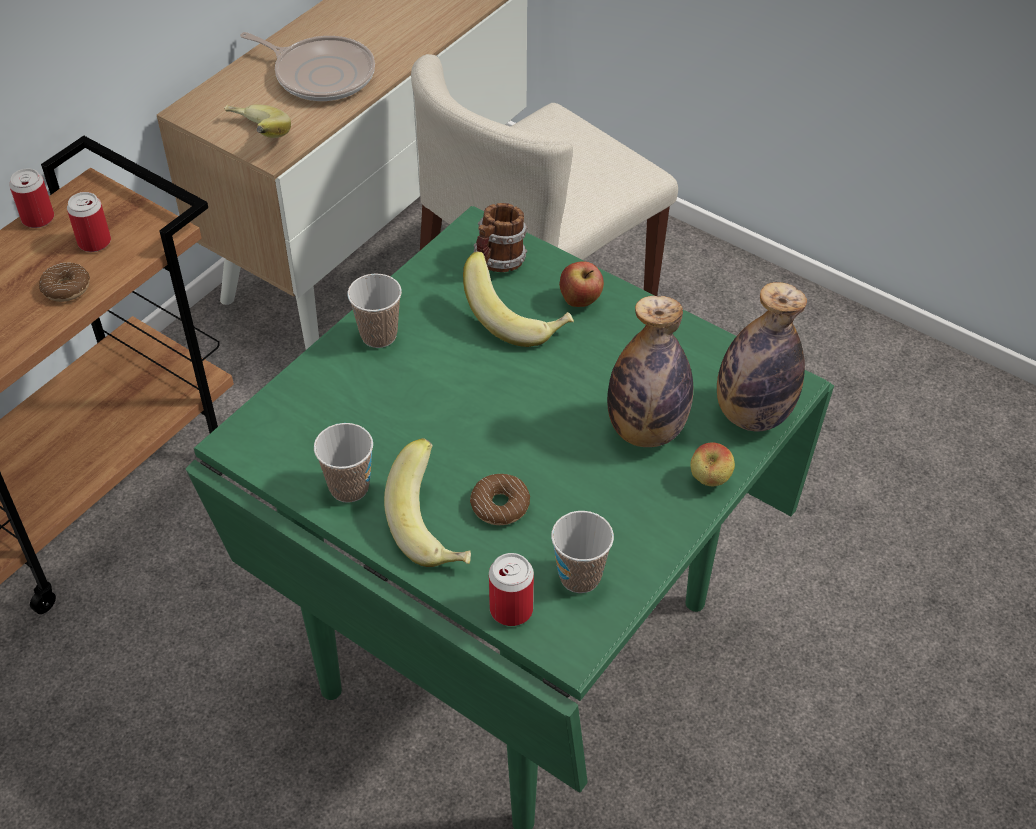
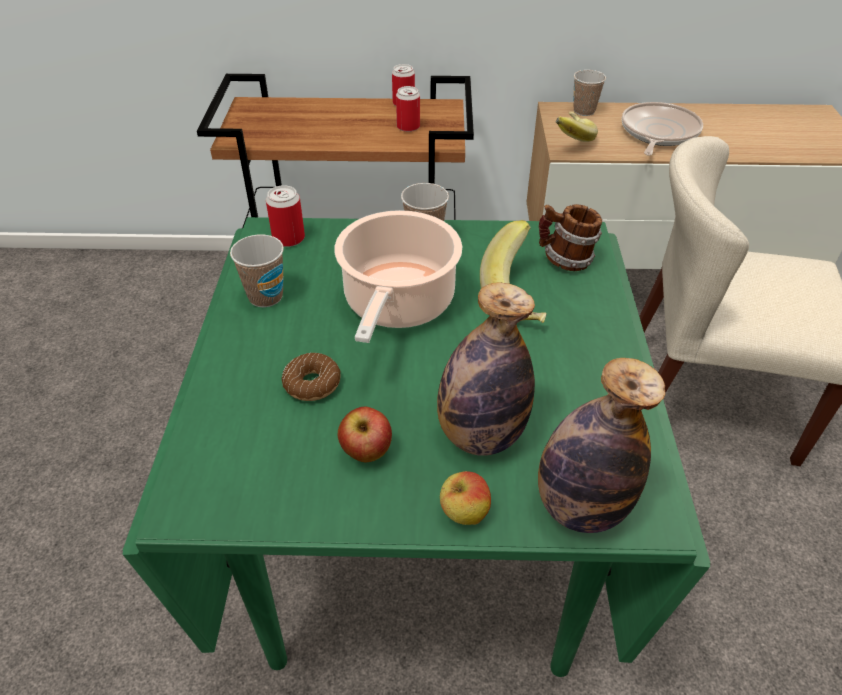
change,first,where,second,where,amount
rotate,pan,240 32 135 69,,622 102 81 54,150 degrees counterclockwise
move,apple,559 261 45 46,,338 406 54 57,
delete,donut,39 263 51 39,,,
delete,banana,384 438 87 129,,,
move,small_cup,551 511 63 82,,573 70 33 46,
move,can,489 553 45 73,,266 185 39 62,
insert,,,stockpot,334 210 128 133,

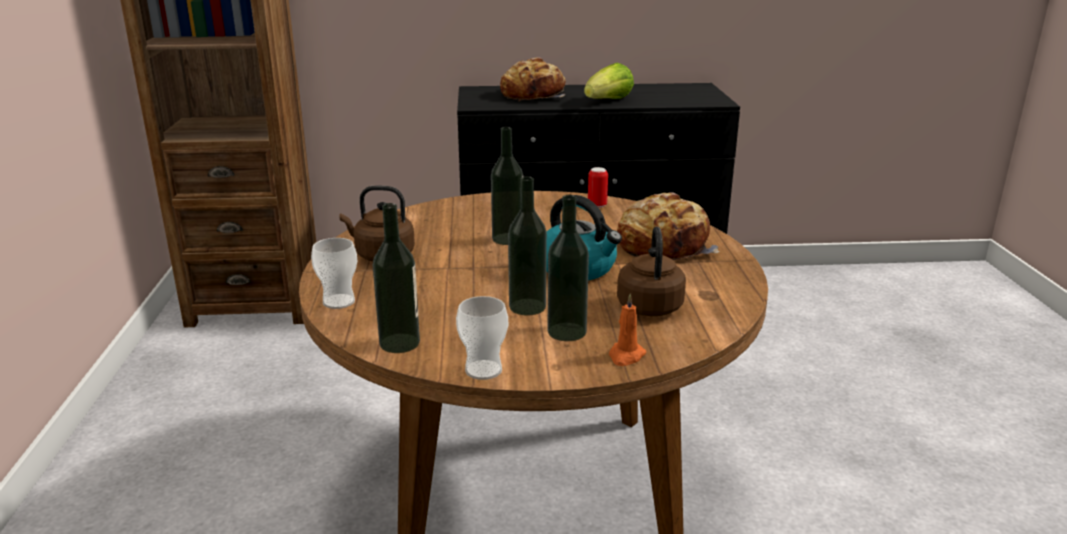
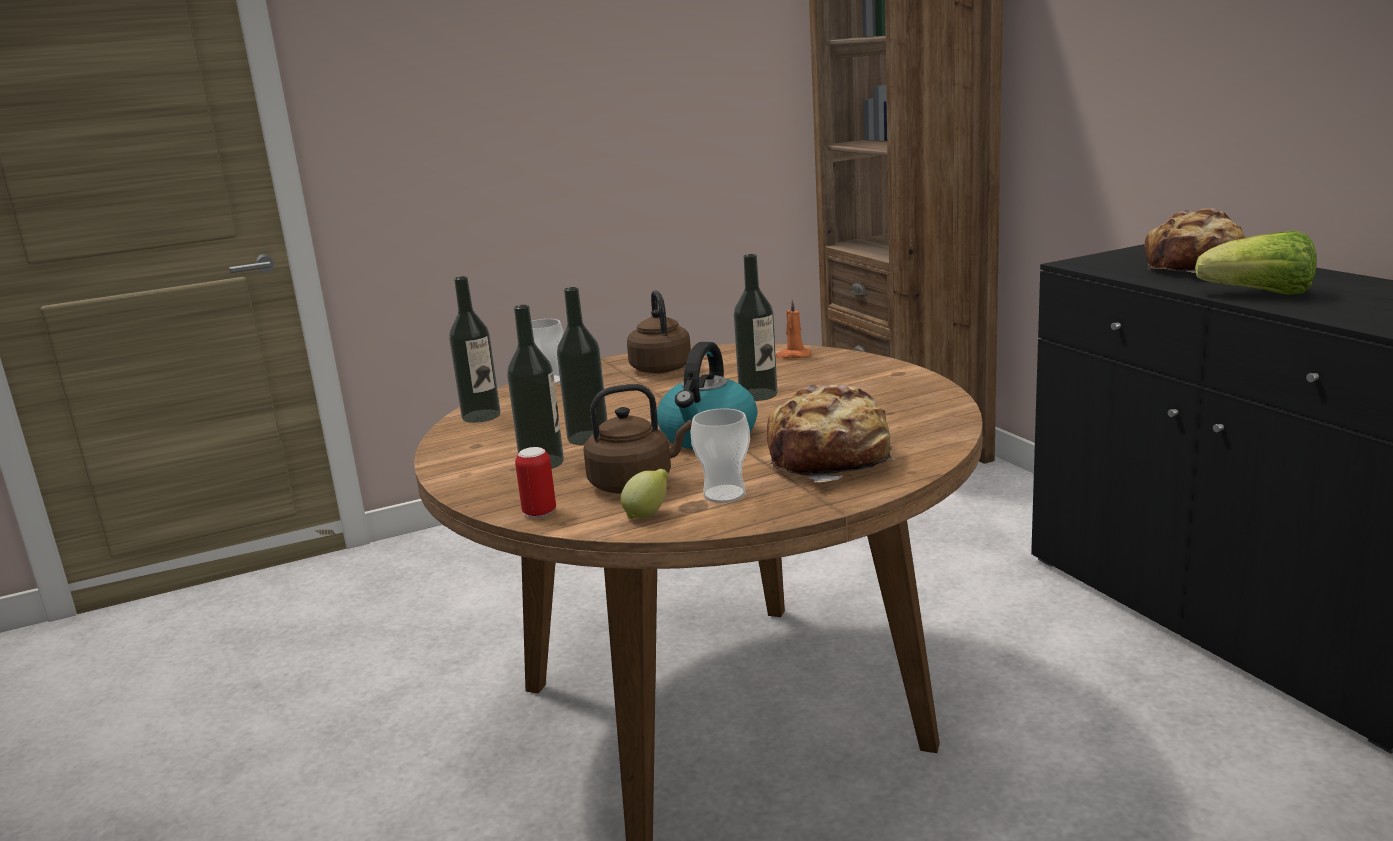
change,first,where,second,where,amount
move,can,588 167 20 41,,515 447 41 71,
move,orange_wax_light,609 294 37 72,,776 299 35 60,
move,small_cup,456 296 52 84,,691 408 59 95,
insert,,,whole_lemon,621 469 48 50,

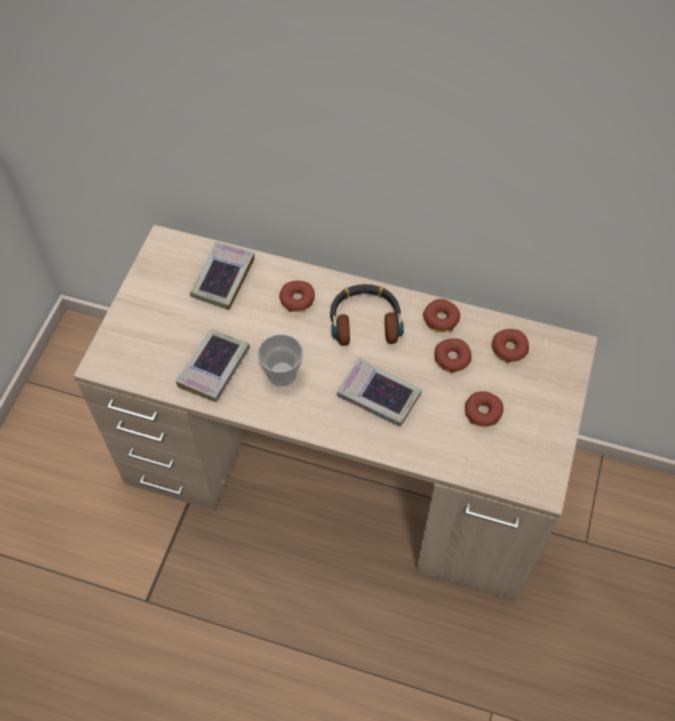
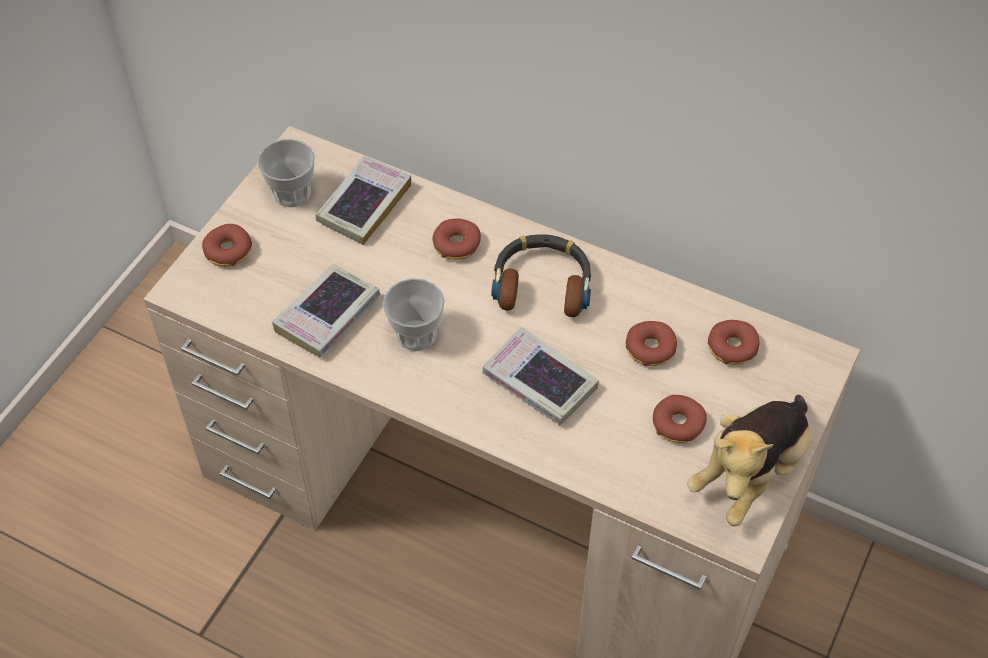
change,first,where,second,where,amount
move,donut,423 299 37 33,,202 224 50 43,
insert,,,small_cup,258 139 57 68,
insert,,,plush_toy,687 395 125 131,

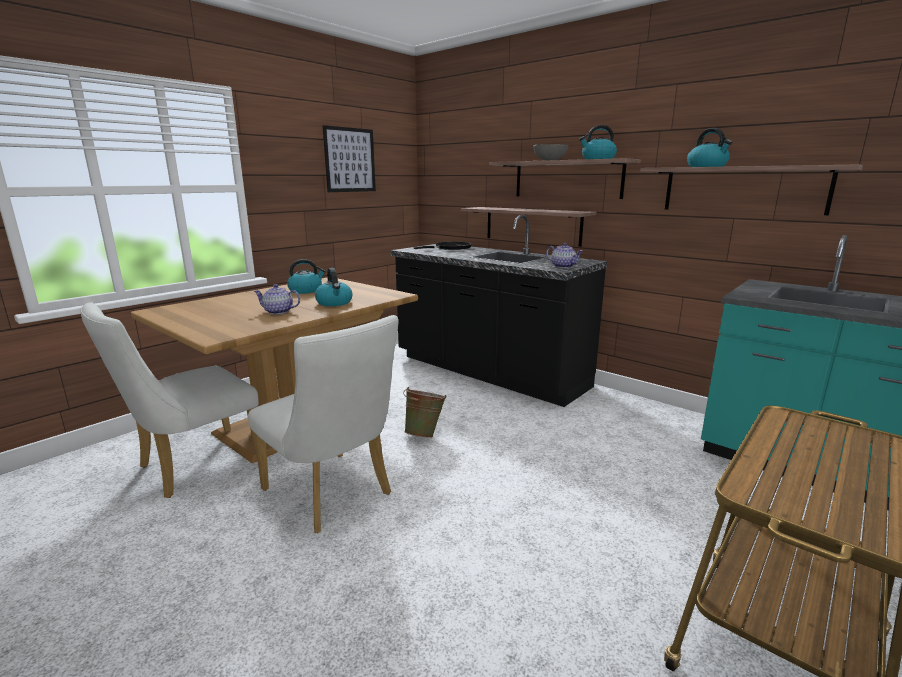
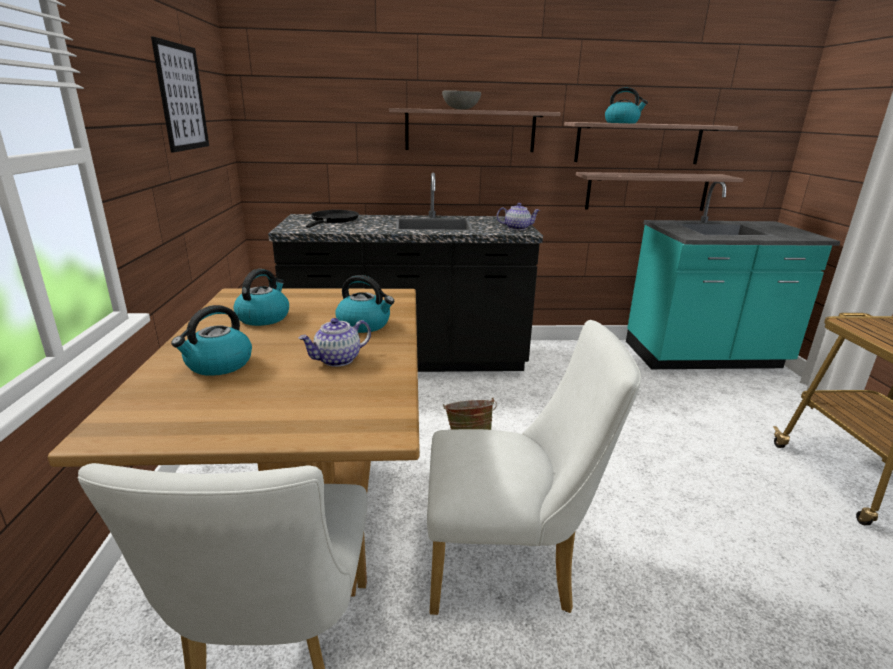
change,first,where,second,where,amount
move,kettle,579 125 38 34,,171 305 81 71,
move,shelf,461 207 136 40,,576 172 167 39,

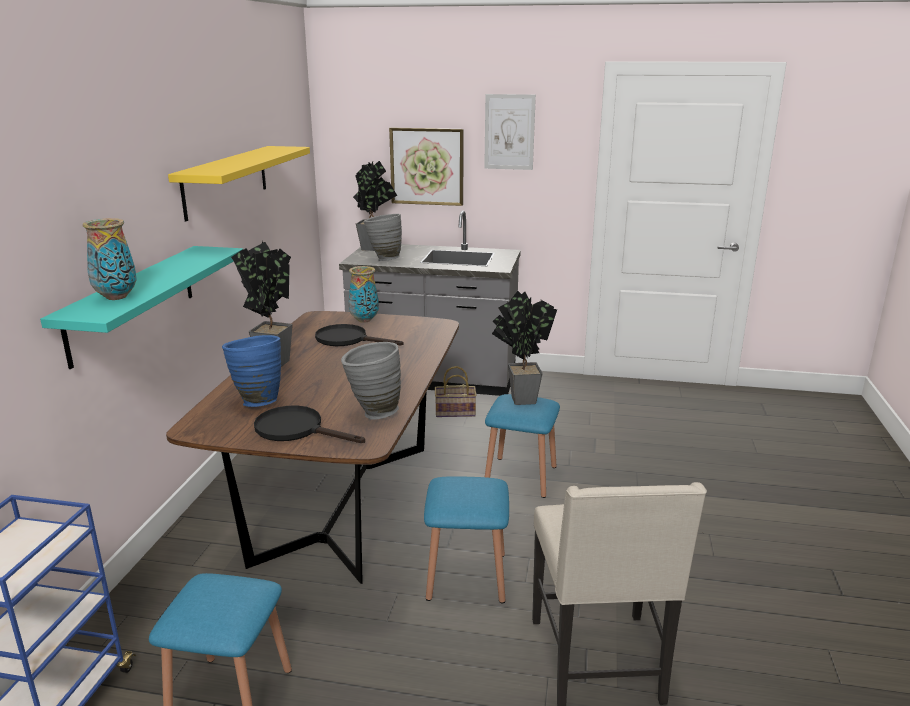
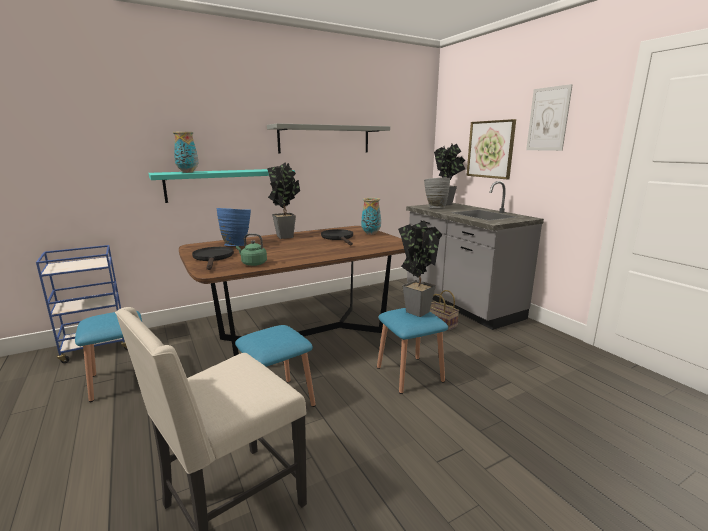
change,first,where,second,where,amount
recolor,yellow_shelf,168 146 142 75,greyish_shelf,267 123 123 31,
replace,greyish_decorative_vase,341 342 60 78,green_kettle,236 233 31 33,

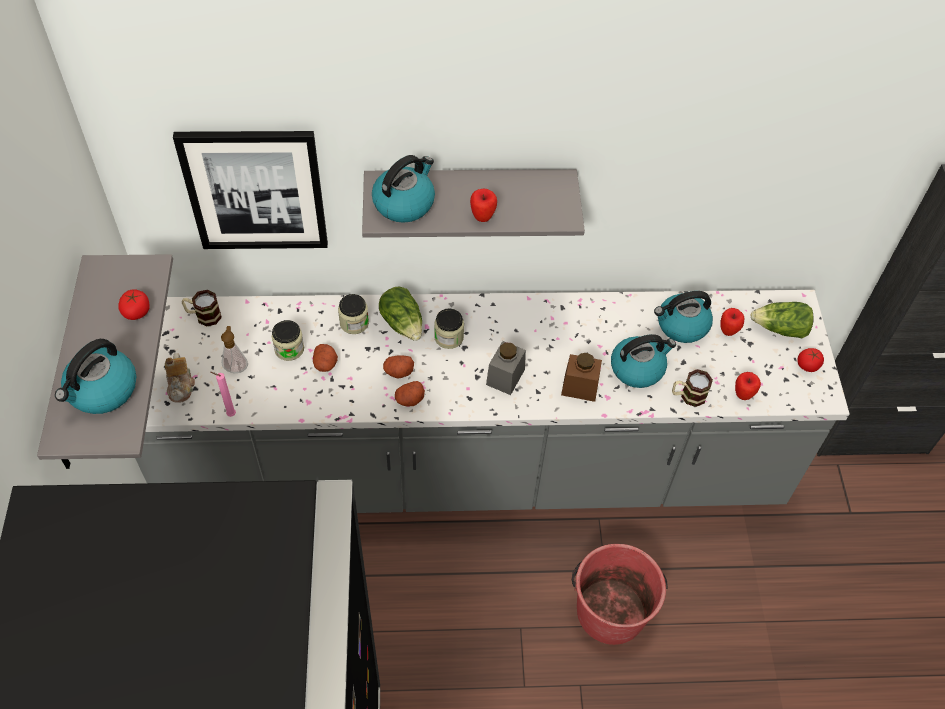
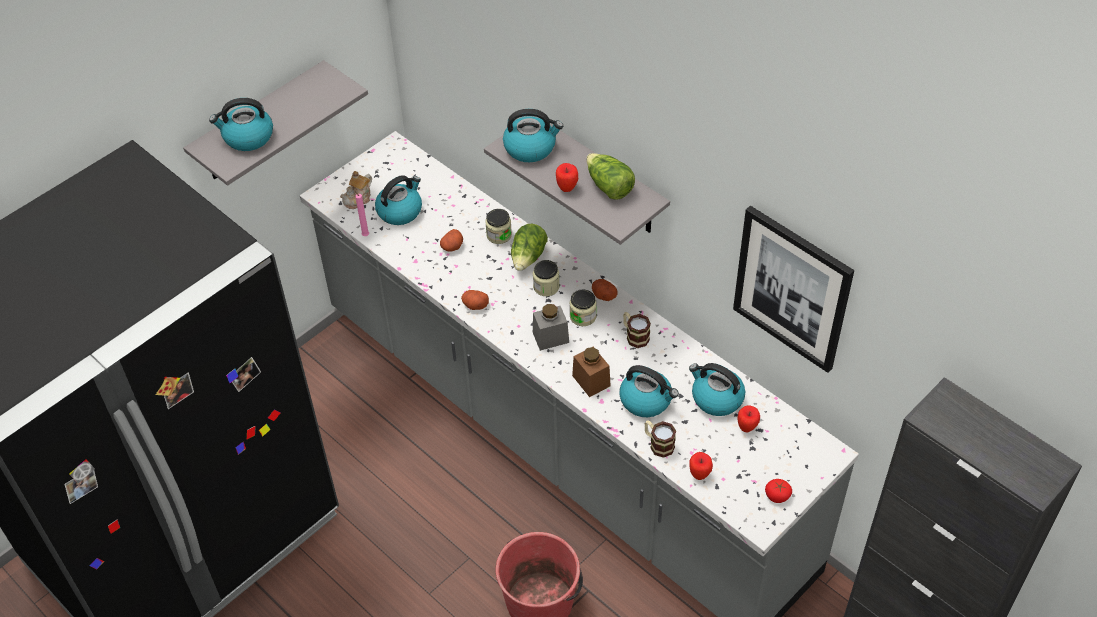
change,first,where,second,where,amount
move,wall_art,173 131 155 118,,733 206 121 167,
delete,tomato,118 289 32 31,,,
move,tea_mug,182 290 40 37,,623 312 28 36,
move,head_of_lettuce,751 302 63 36,,586 153 49 47,
move,storage_jar,272 320 32 41,,570 290 27 36,
replace,soap_bottle,221 326 27 47,kettle,375 175 47 50,
move,whole_potato,383 355 31 23,,592 279 26 22,

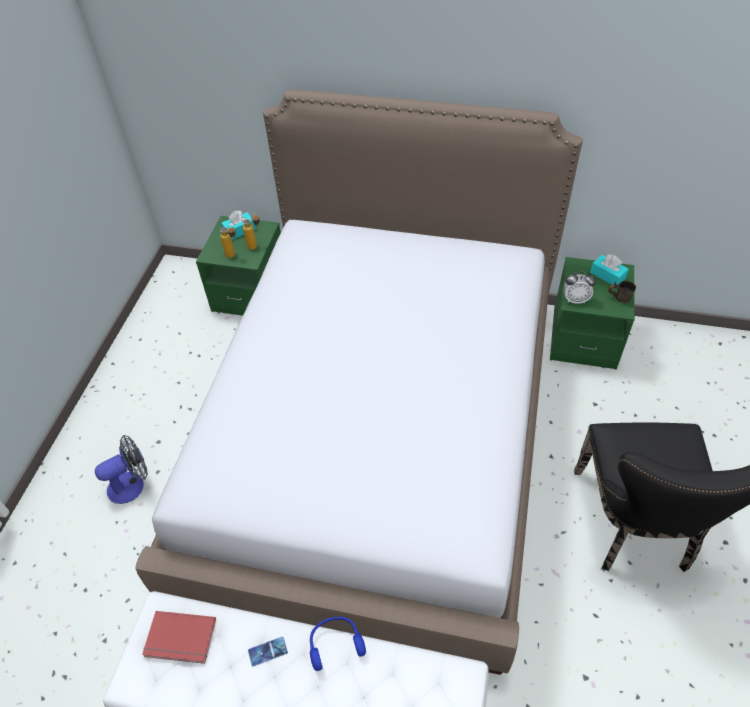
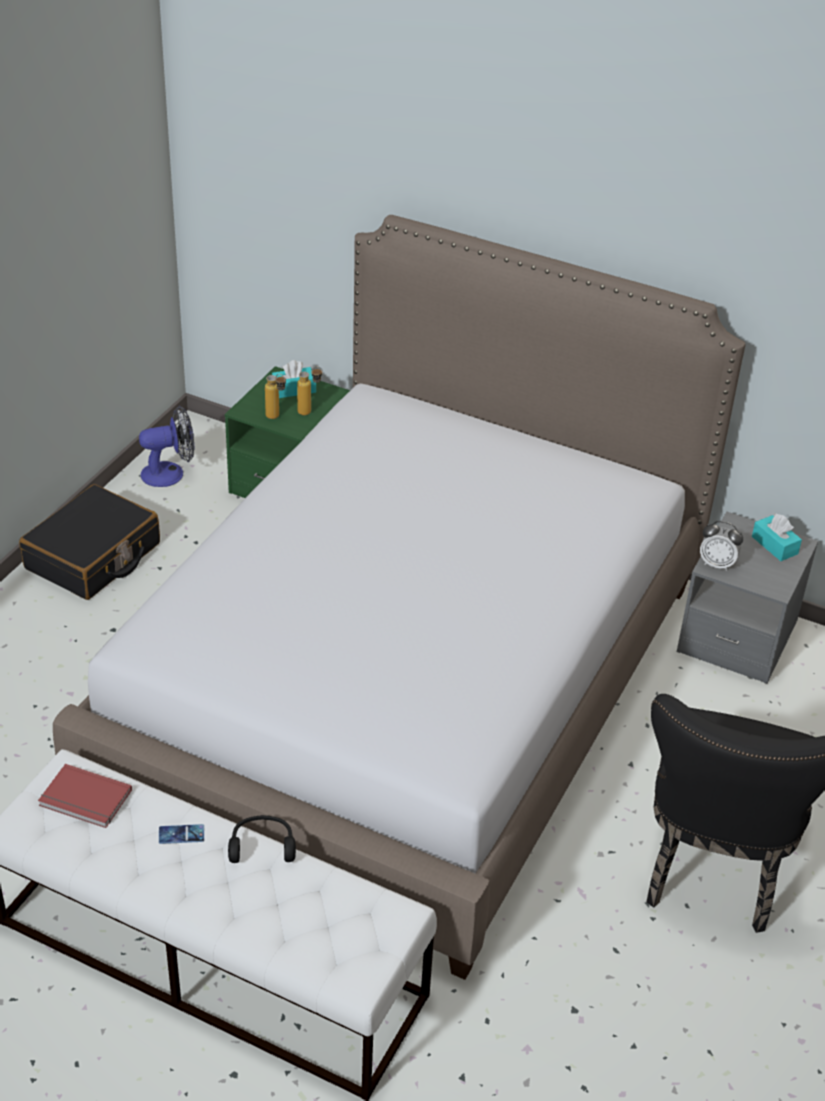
change,first,where,second,where,amount
recolor,green_nightstand,550 257 85 113,greyish_nightstand,677 512 141 172,
delete,greyish_tea_mug,608 281 28 22,,,
move,cooling_fan,95 435 53 69,,139 406 55 81,
recolor,bluish_headset,310 617 56 54,black_headset,228 815 68 48,
insert,,,black_suitcase,19 484 141 116,

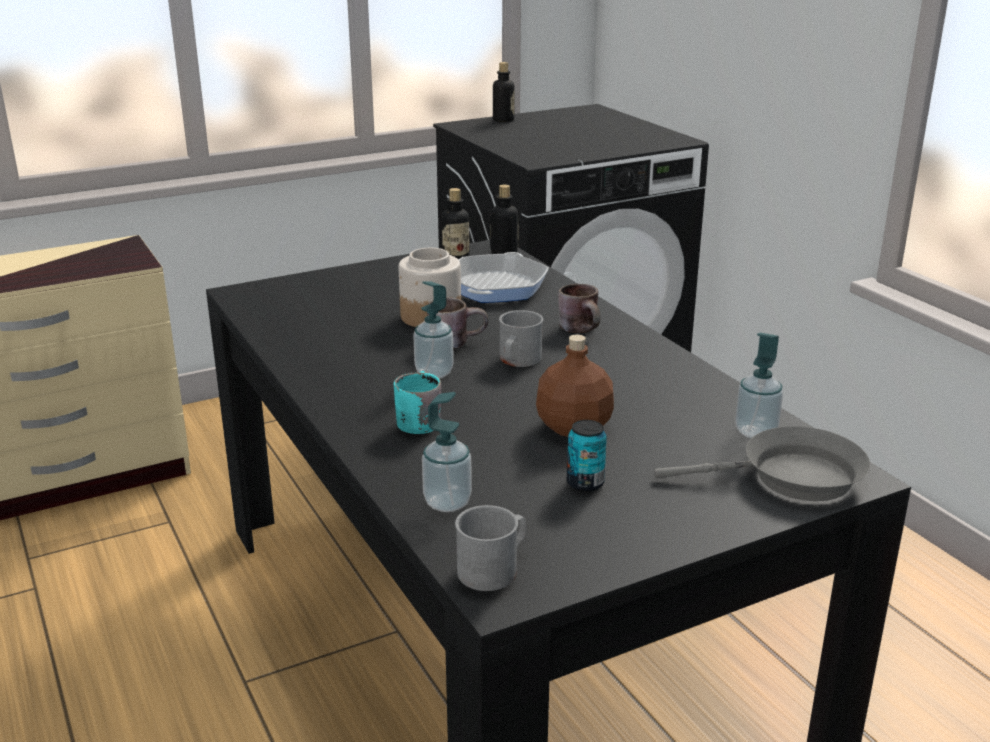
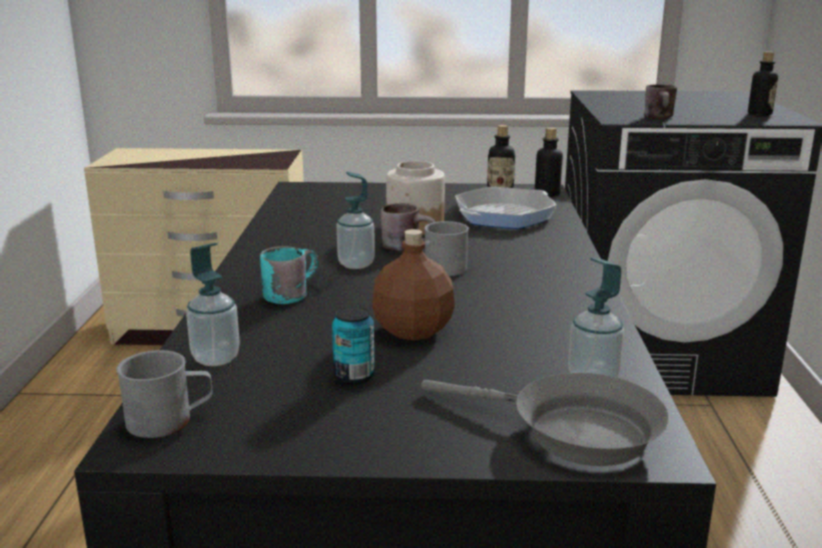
change,first,where,second,where,amount
move,bottle,493 62 22 60,,748 51 30 65,
move,brown_tea_mug,558 284 42 49,,645 84 32 35,

